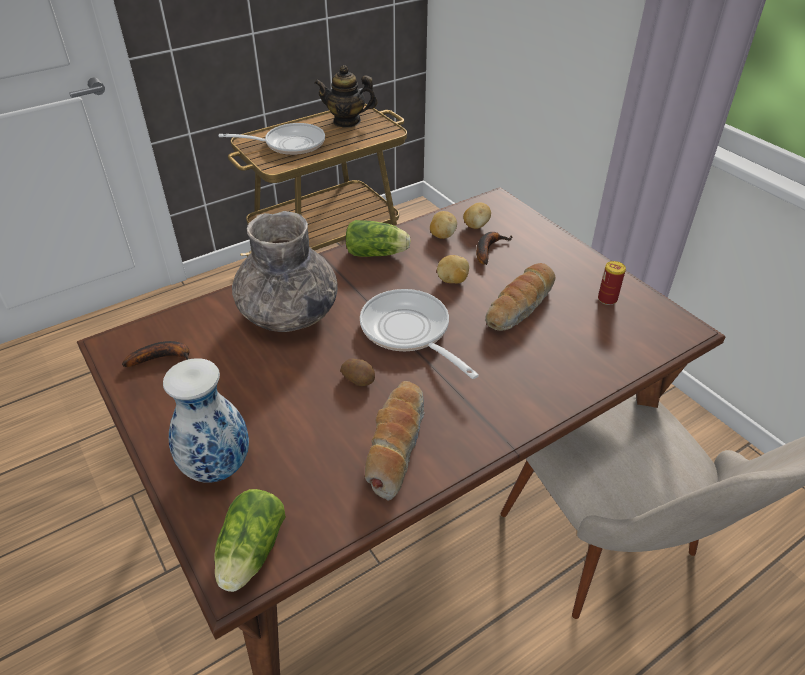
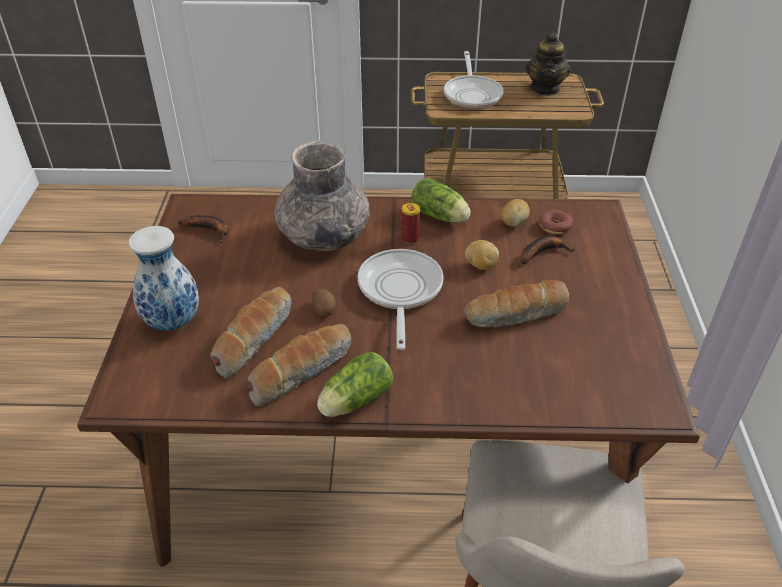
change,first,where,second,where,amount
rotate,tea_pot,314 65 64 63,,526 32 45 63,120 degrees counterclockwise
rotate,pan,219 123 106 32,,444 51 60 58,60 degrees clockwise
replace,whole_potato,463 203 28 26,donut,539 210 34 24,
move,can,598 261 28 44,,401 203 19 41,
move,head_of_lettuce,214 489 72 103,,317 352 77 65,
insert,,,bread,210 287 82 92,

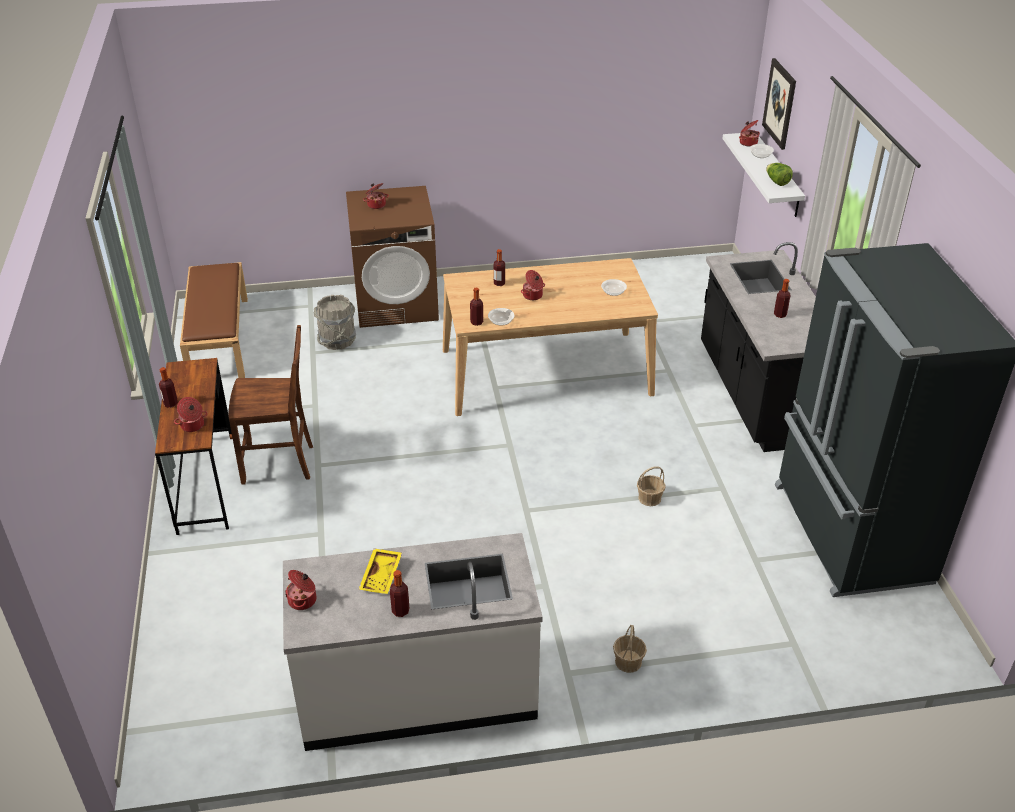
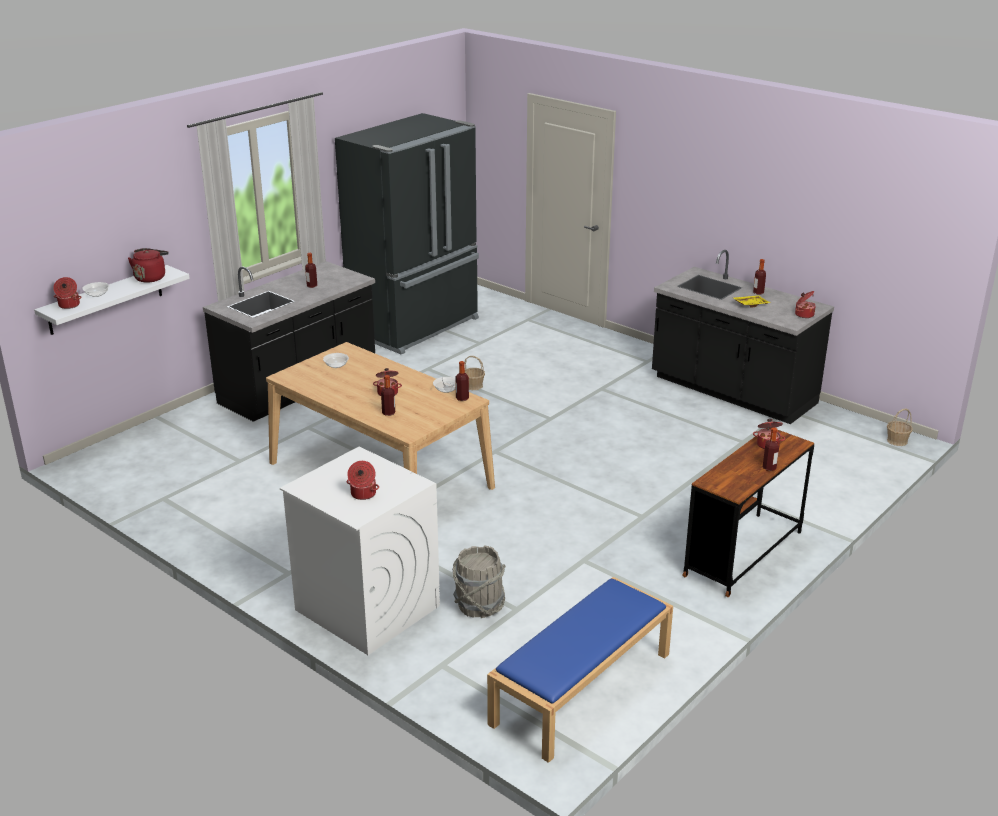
change,first,where,second,where,amount
delete,wall_art,762 58 34 92,,,
replace,head_of_lettuce,766 163 27 23,red-coloured_kettle,128 248 41 35,
recolor,brown_laundry_appliance,346 186 93 142,white_laundry_appliance,280 446 160 209,
recolor,brown_bench,180 262 68 116,bluish_bench,487 577 186 186,
delete,brown_plain_chair,229 325 84 160,,,
recolor,white_kitchen_base_unit,283 533 260 218,black_kitchen_base_unit,652 250 182 174,
move,household_basket,613 625 34 48,,887 408 26 38,

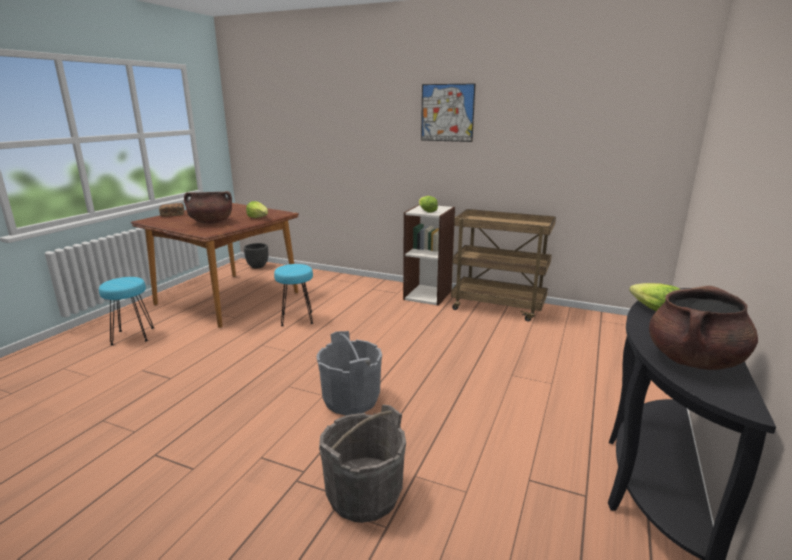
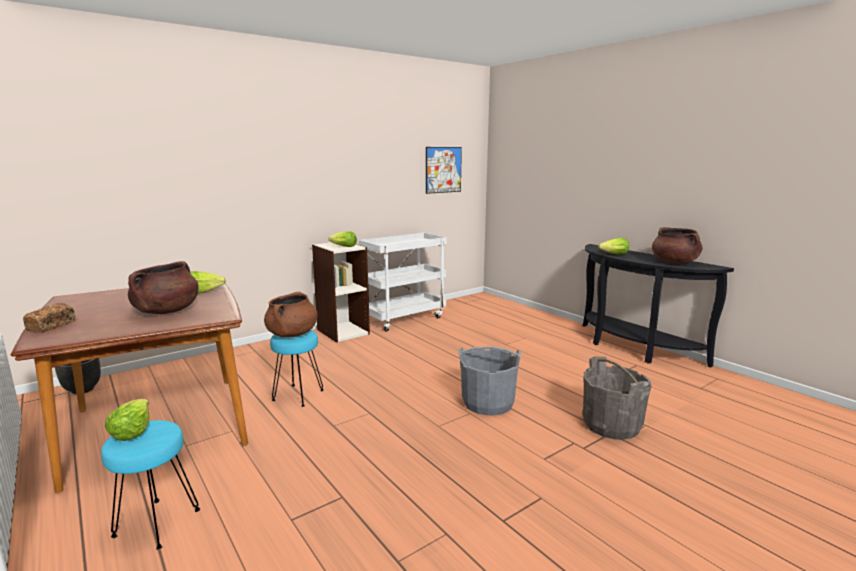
change,first,where,second,where,amount
move,wall_art,421 84 54 58,,426 147 36 47,
recolor,brown_trolley,451 209 105 113,white_trolley,359 233 88 99,
insert,,,brown_stockpot,264 292 54 45,
insert,,,head_of_lettuce,105 399 45 42,

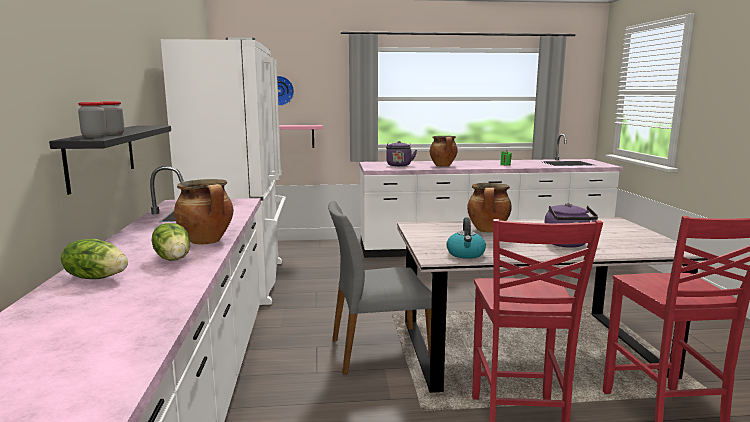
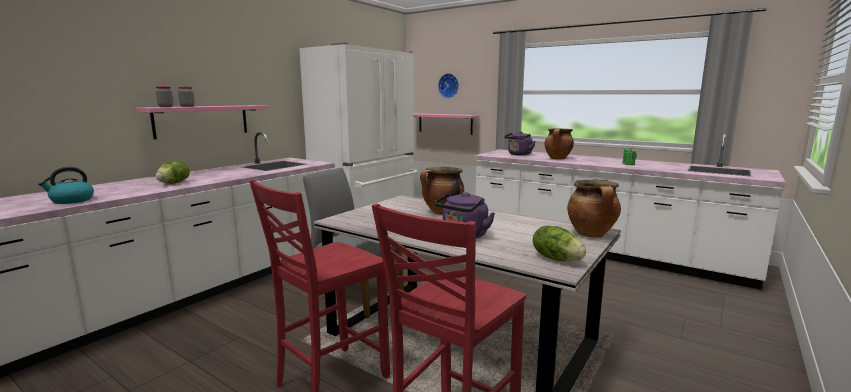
change,first,where,second,where,amount
recolor,black_shelf,49 126 122 69,pink_shelf,136 105 132 34,
move,stockpot,174 179 59 66,,567 180 54 57,
move,kettle,446 218 40 41,,38 167 56 37,
move,head_of_lettuce,61 239 67 40,,533 226 53 35,

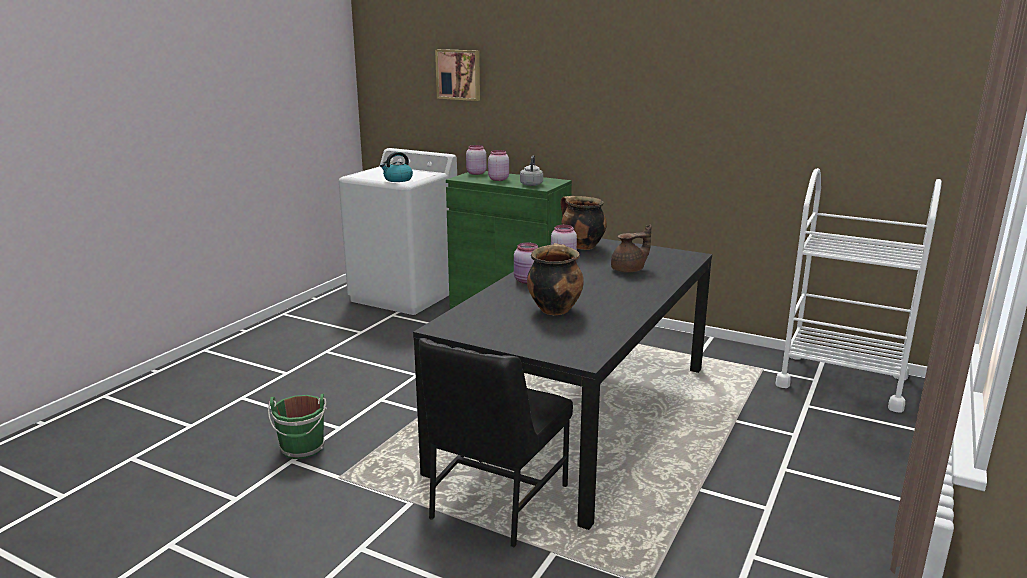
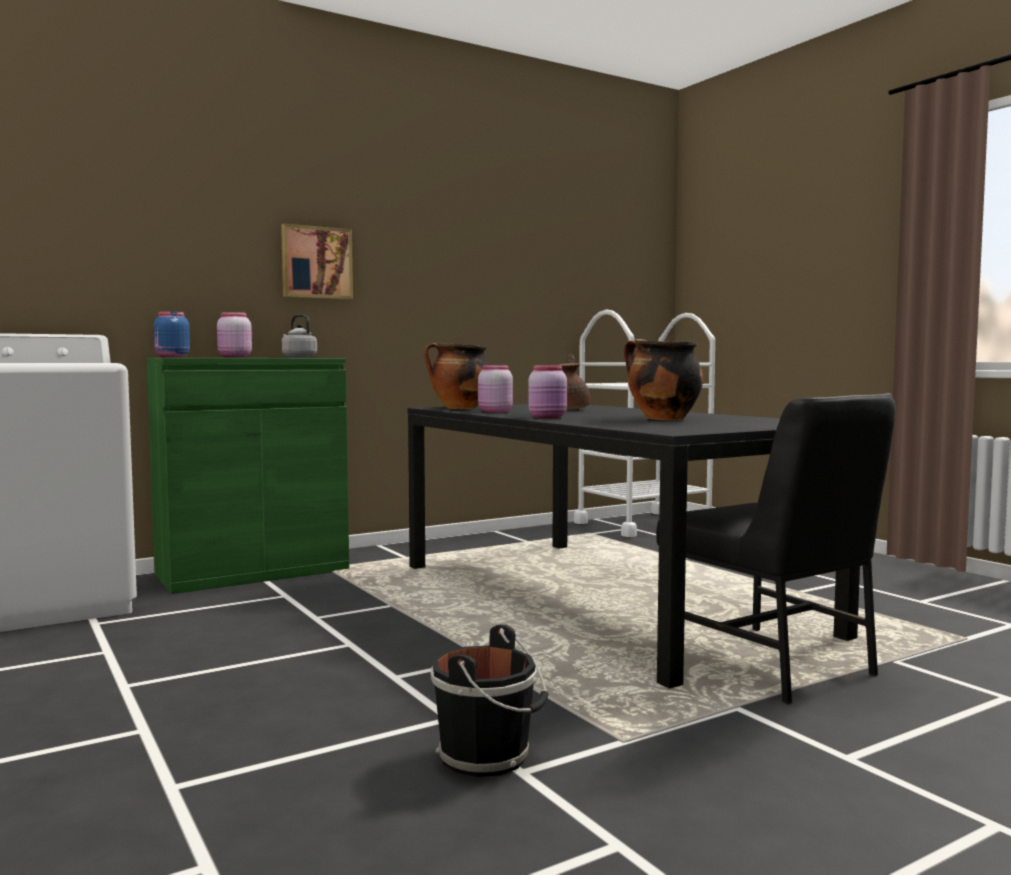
change,first,where,second,where,amount
move,wall_art,435 49 45 52,,281 223 72 76,
recolor,pink_storage_jar,466 145 21 30,bluish_storage_jar,154 312 36 46,
delete,kettle,380 152 33 30,,,
recolor,green_pail,268 394 59 65,black_pail,430 624 118 153,

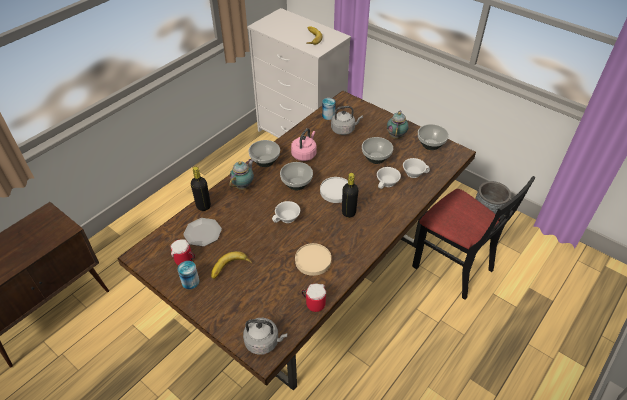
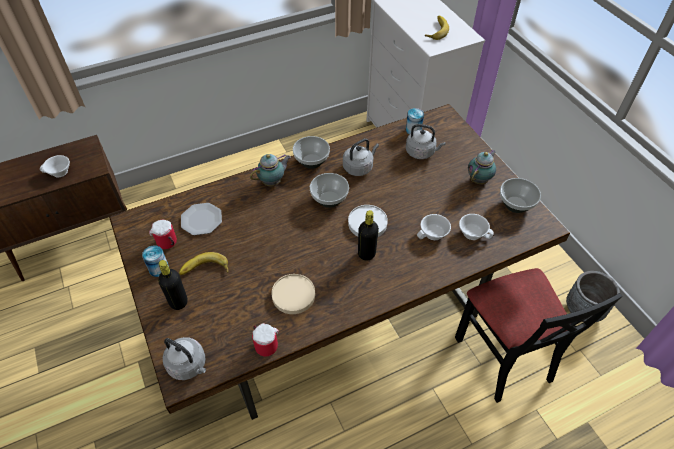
change,first,where,second,where,amount
recolor,pink_kettle,291 128 26 33,greyish_kettle,343 139 36 37,
delete,deep_dish,362 137 31 27,,,
move,black_bottle,191 167 20 44,,158 260 30 50,
move,white_small_cup,272 201 28 22,,40 155 30 22,

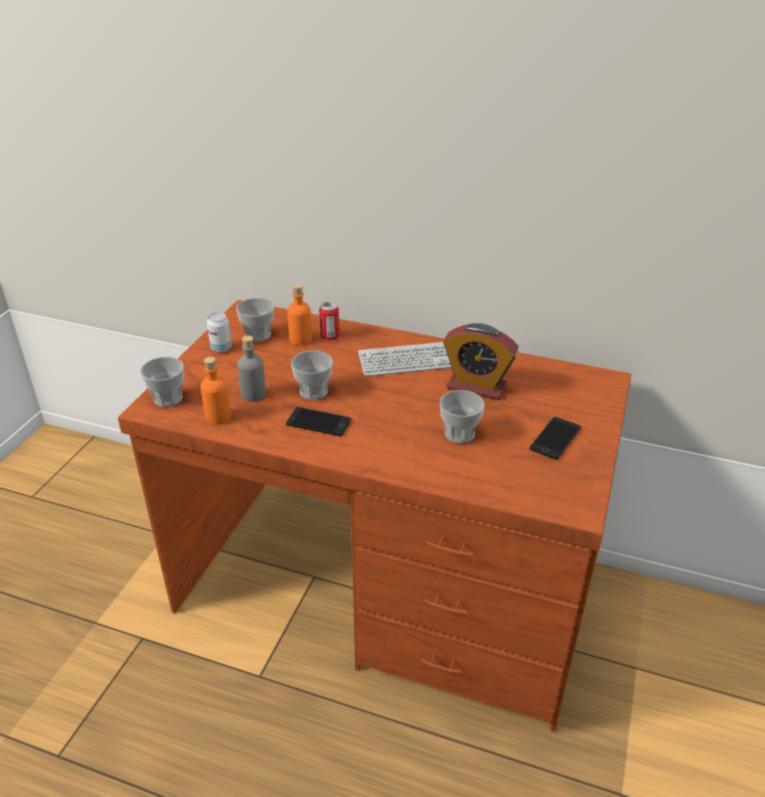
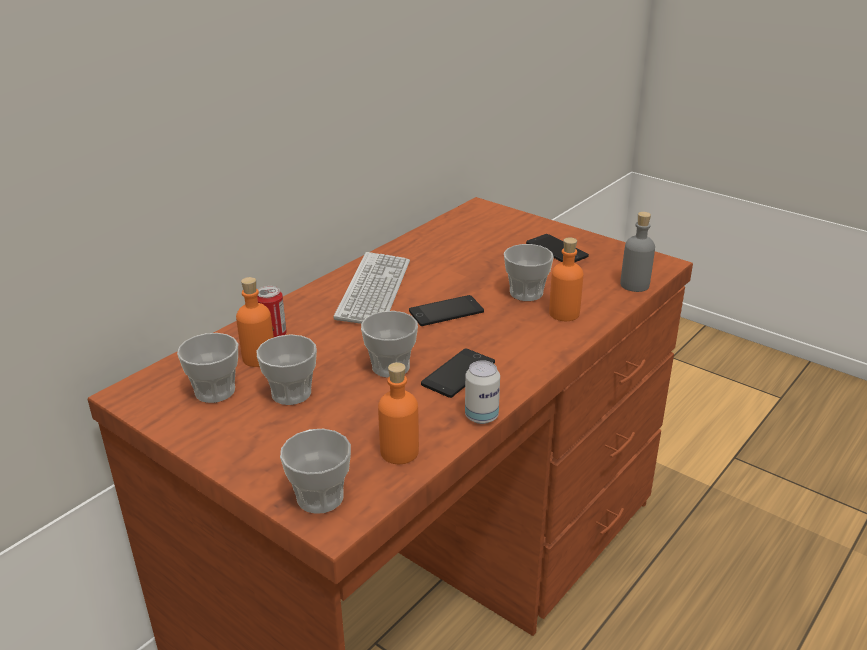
change,first,where,second,where,amount
move,can,207 312 25 41,,465 360 35 64,
delete,alarm_clock,443 323 76 77,,,
move,greyish_bottle,237 335 29 67,,620 212 35 80,
insert,,,orange_bottle,549 237 34 84,
insert,,,handset,409 295 75 31,
insert,,,small_cup,256 334 61 71,

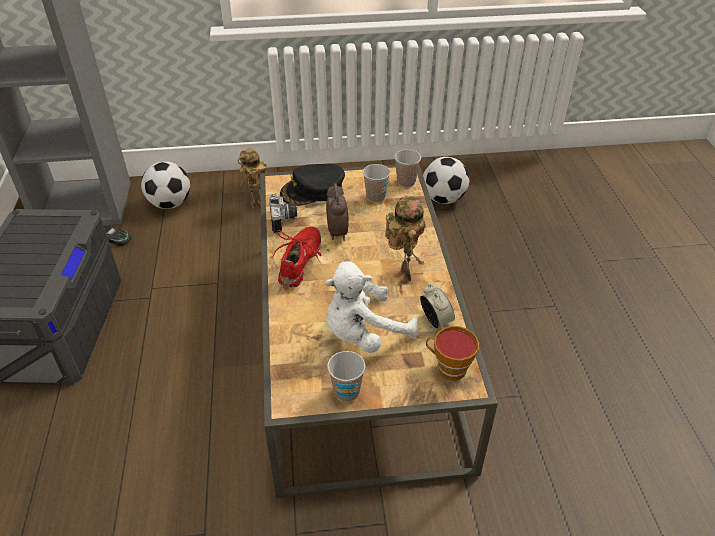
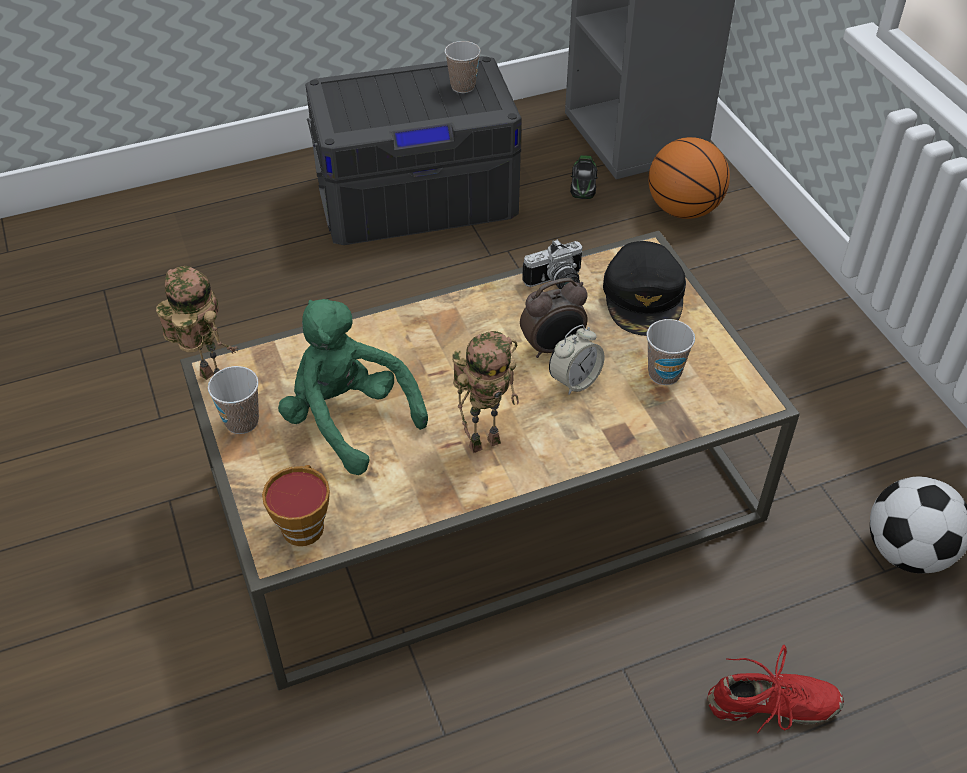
change,first,where,second,where,amount
move,toy_robot,238 149 29 59,,156 266 82 114,
move,small_cup,394 150 27 37,,445 41 36 52,
replace,football,141 161 49 48,basketball_ball,648 137 82 82,
rotate,black_peaked_cap,280 164 65 42,,603 241 83 95,135 degrees counterclockwise
move,red-coloured_item_of_footwear,272 227 50 60,,707 645 137 88,
recolor,white_plush_toy,325 261 94 92,green_plush_toy,278 299 150 176,
move,alarm_clock,420 284 35 44,,549 325 55 70,

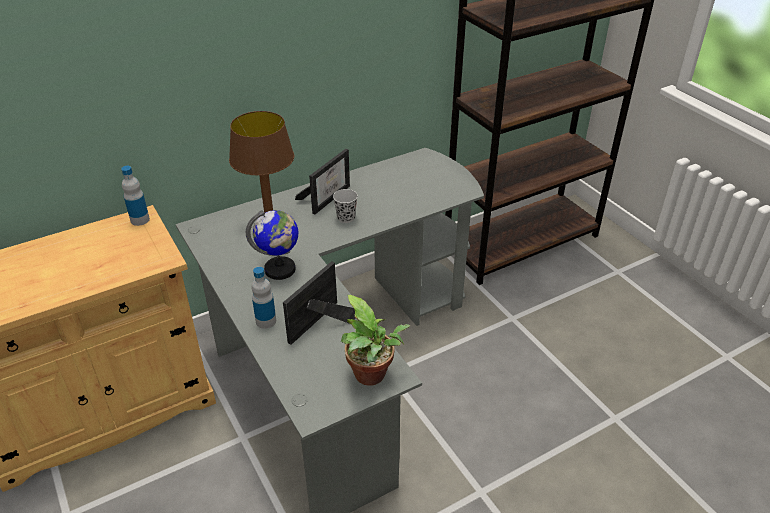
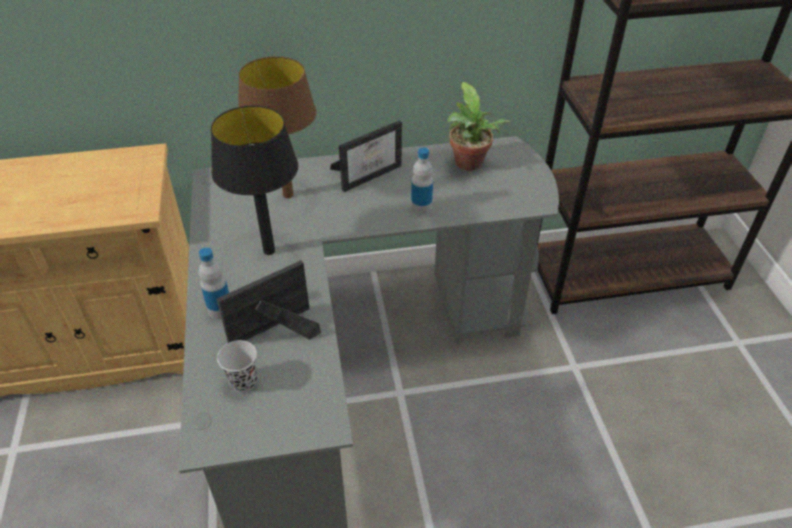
change,first,where,second,where,amount
move,bottle,121 166 29 60,,411 147 22 68,
move,black_small_cup,333 189 25 34,,217 340 40 52,
replace,desk_globe,246 210 52 70,black_tabletop_lamp,211 106 87 149,
move,houseplant,341 295 69 91,,447 82 64 89,

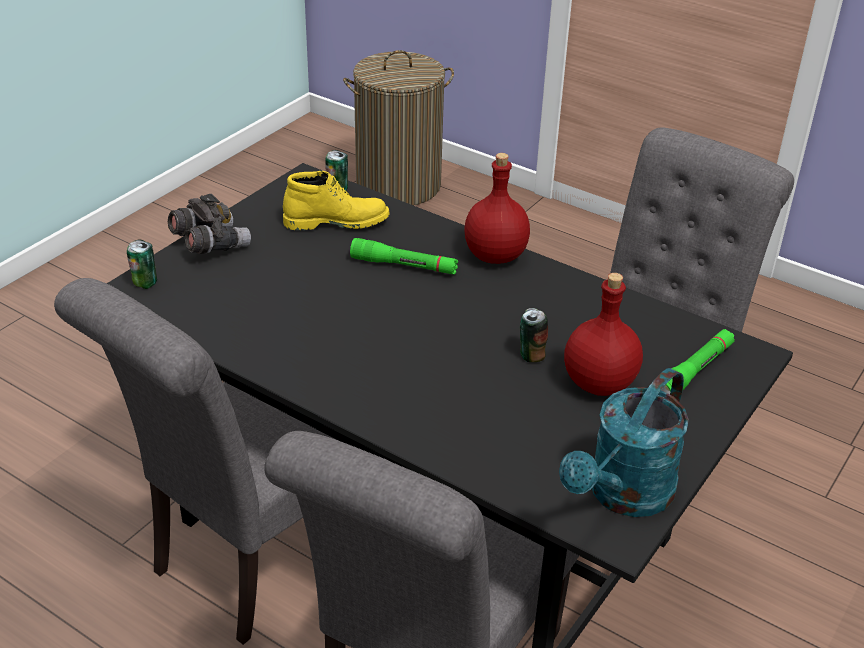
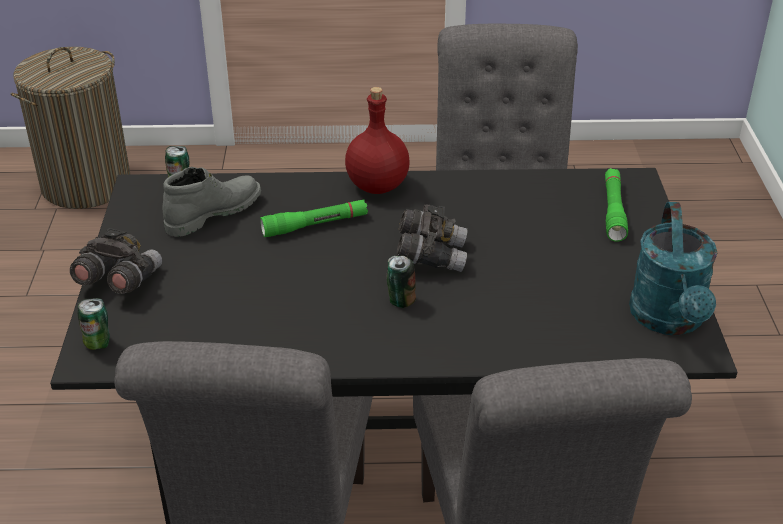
change,first,where,second,where,amount
recolor,yellow_tall_boot,283 171 107 59,greyish_tall_boot,163 167 98 70,
delete,red-coloured_bottle,564 273 79 123,,,
move,can,520 308 28 54,,387 256 29 52,
insert,,,greyish_binoculars,396 205 71 67,

